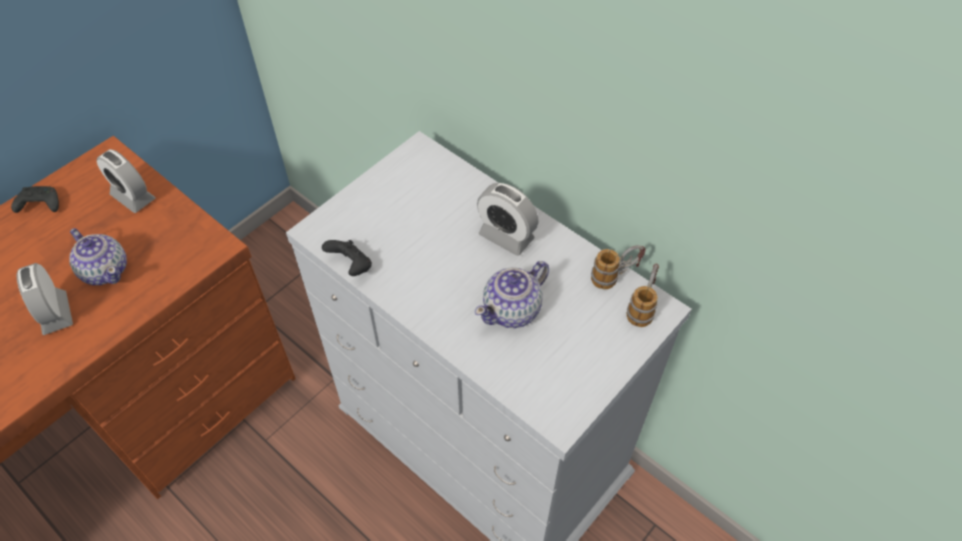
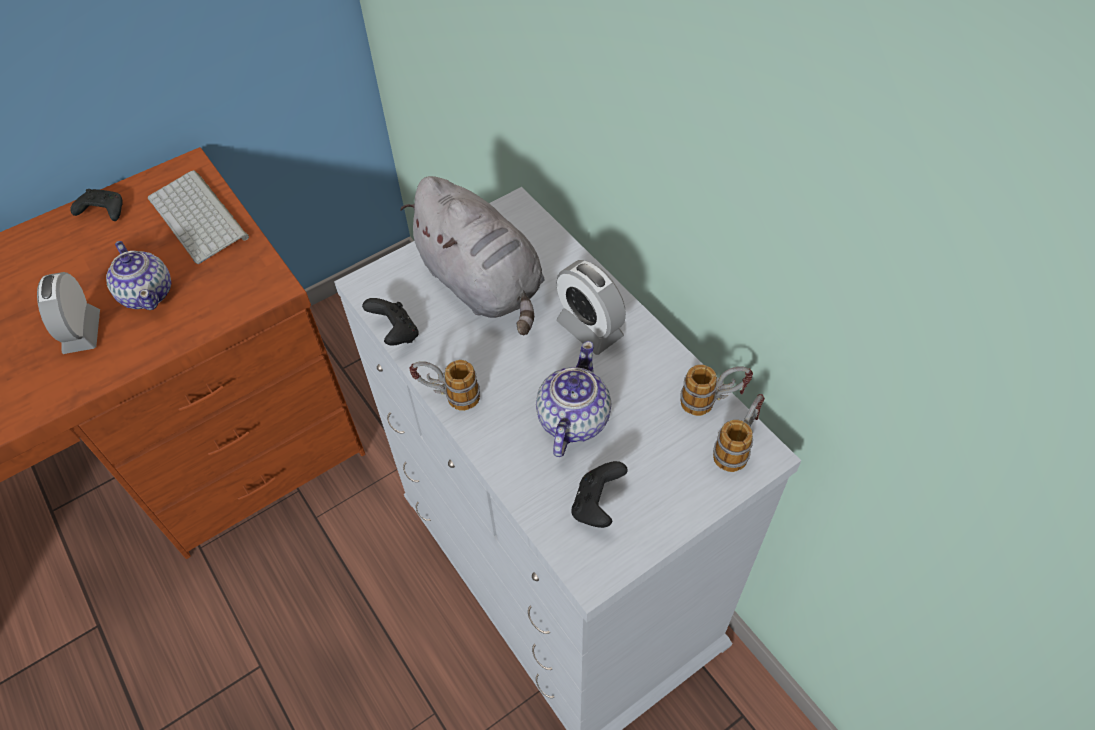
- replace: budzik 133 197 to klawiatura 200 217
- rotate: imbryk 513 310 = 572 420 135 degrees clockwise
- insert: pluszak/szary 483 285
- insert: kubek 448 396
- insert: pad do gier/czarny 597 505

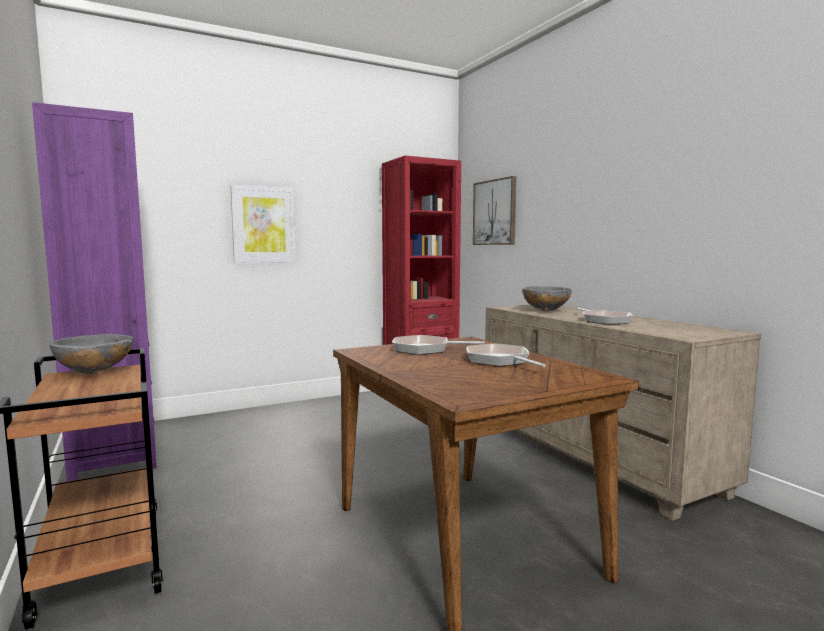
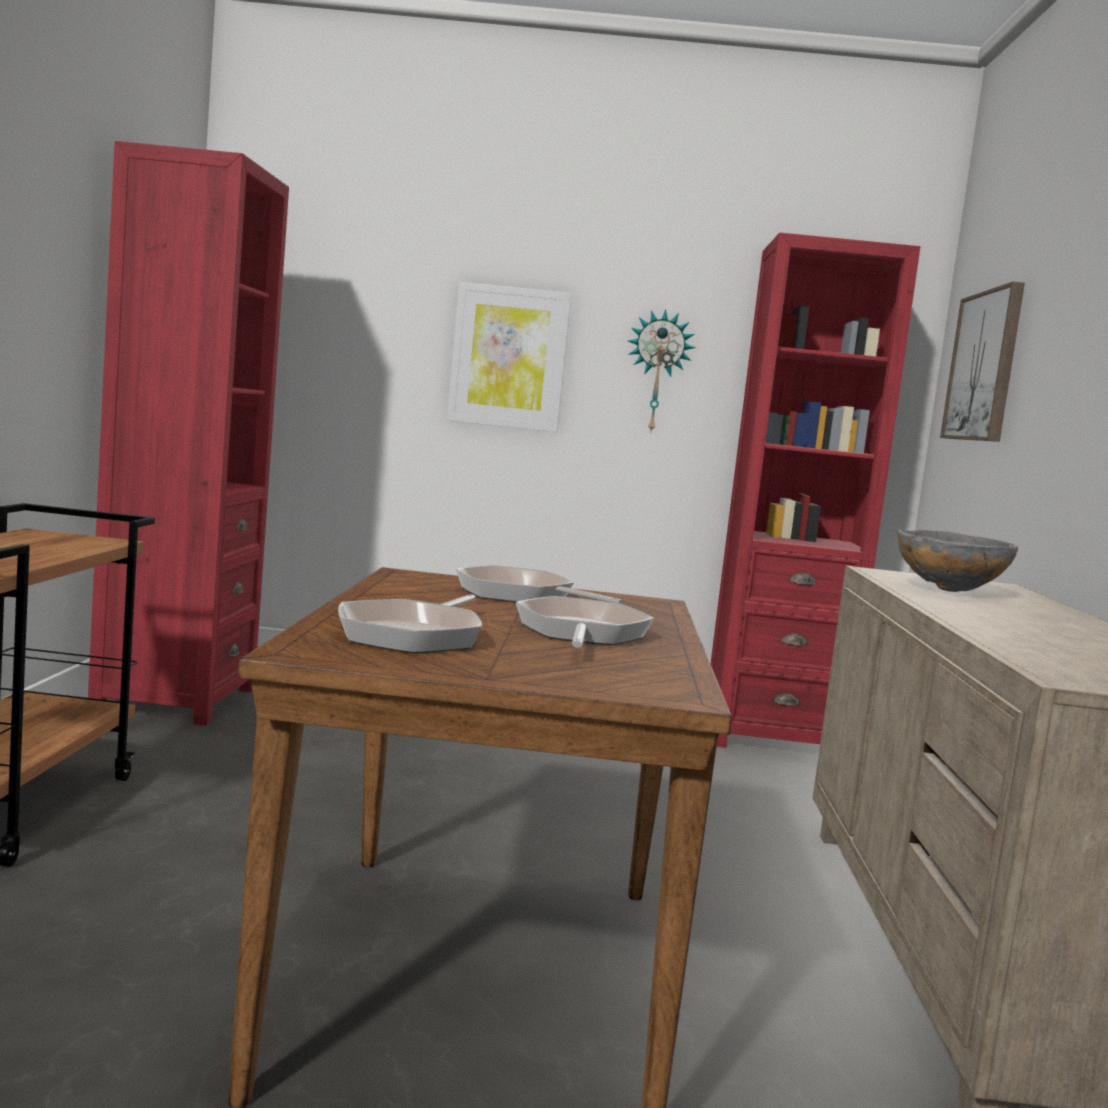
- recolor: regał/fioletowy 114 459 to regał/czerwony 175 699
- delete: miska/szary 95 373
- move: patelnia 604 320 to 414 635
- insert: zegar ścienny 657 372

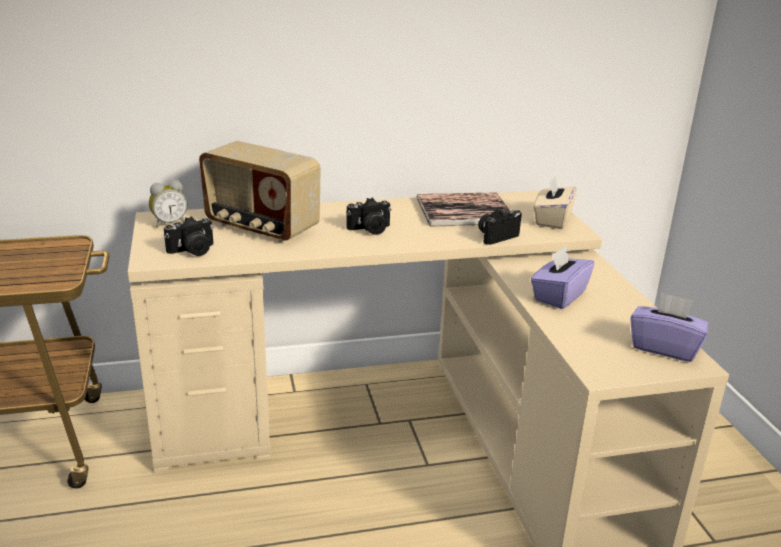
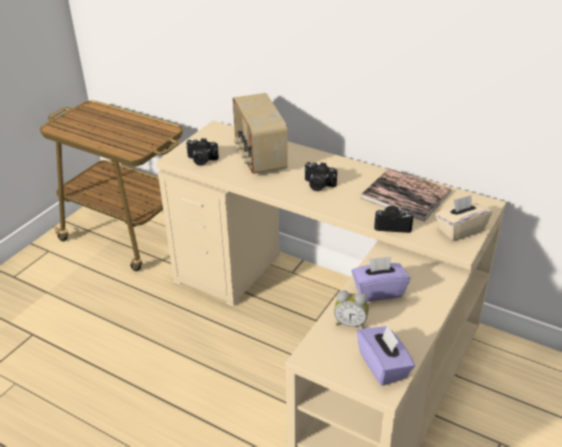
- move: budzik 169 223 to 350 323

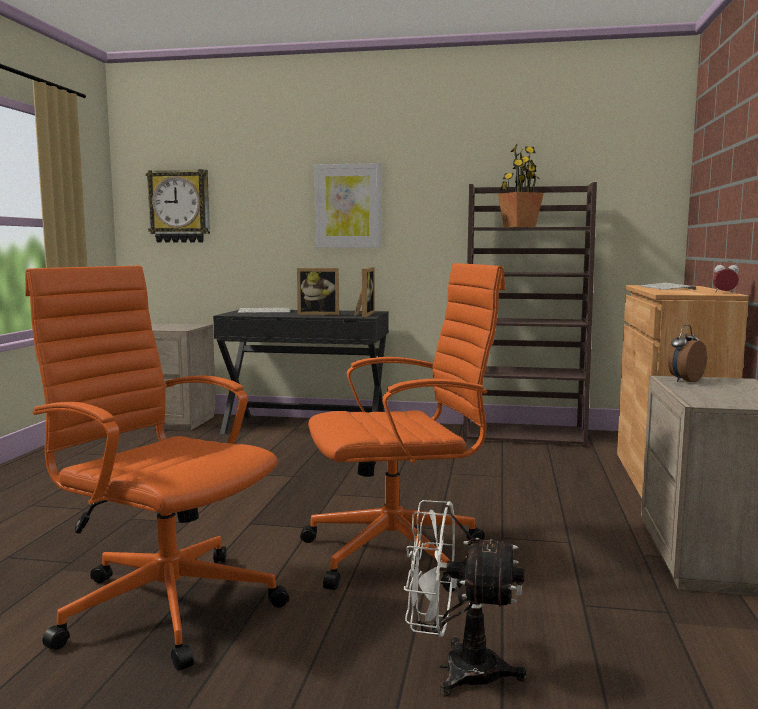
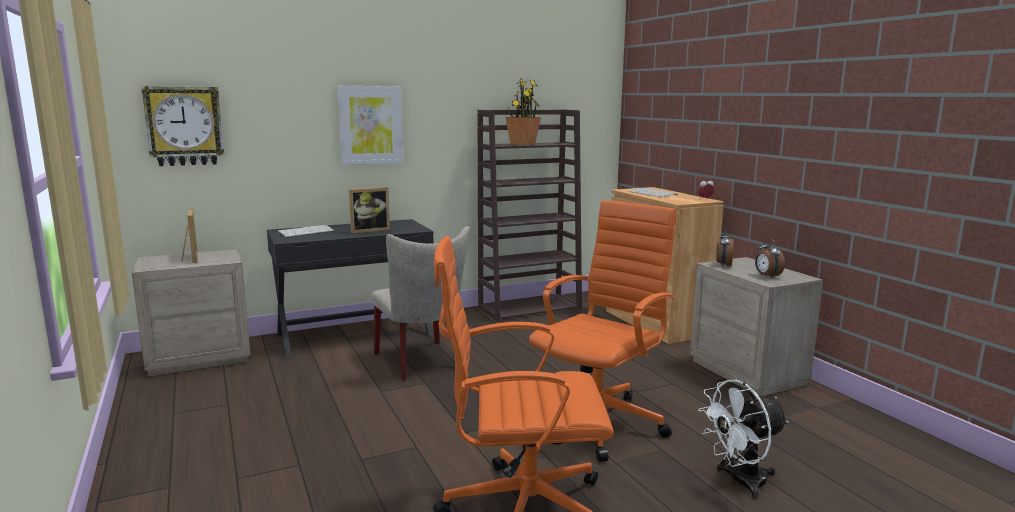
- move: ramka na zdjęcie 363 314 to 189 258
- insert: krzesło/beżowy 422 362
- insert: budzik 766 276

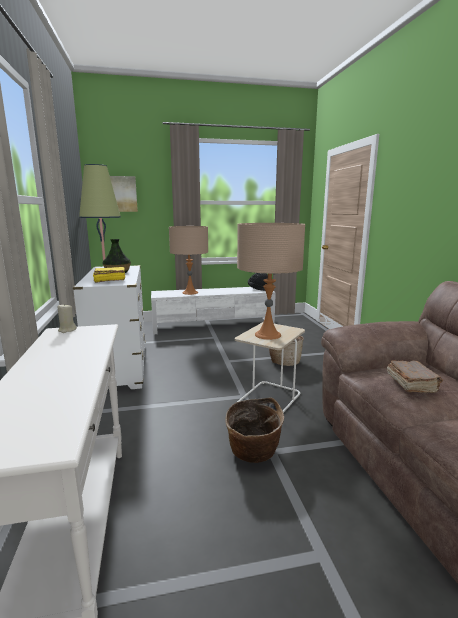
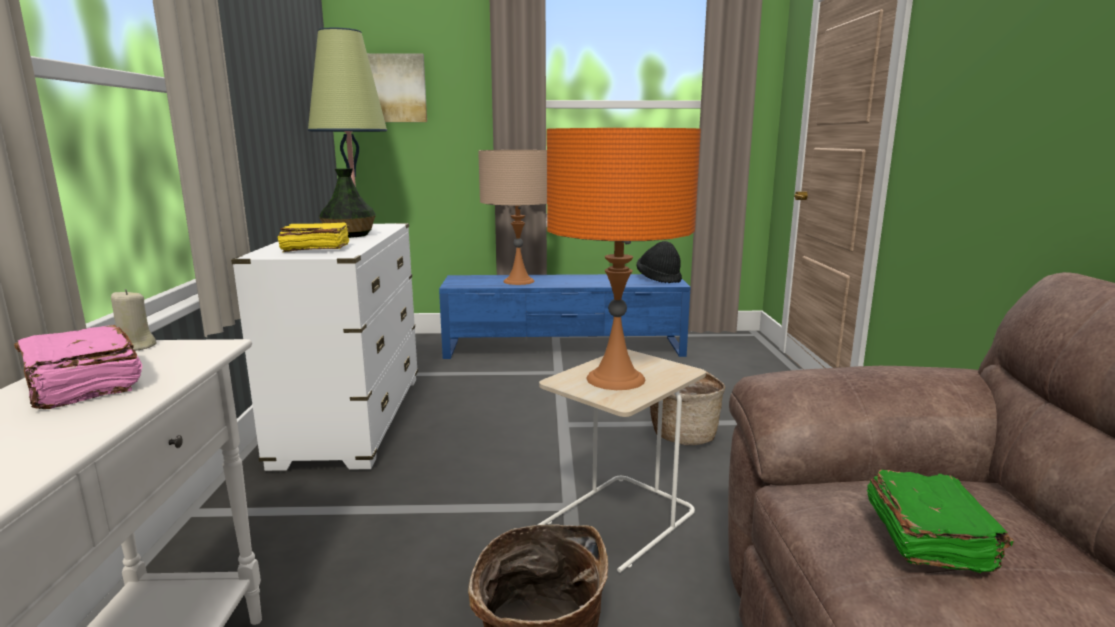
- recolor: szafka pod telewizor/biały 214 325 to szafka pod telewizor/niebieski 565 348
- recolor: lampa stołowa/beżowy 268 335 to lampa stołowa/pomarańczowy 615 379
- recolor: książka/brązowy 411 384 to książka/zielony 928 538
- insert: książka/różowy 82 385

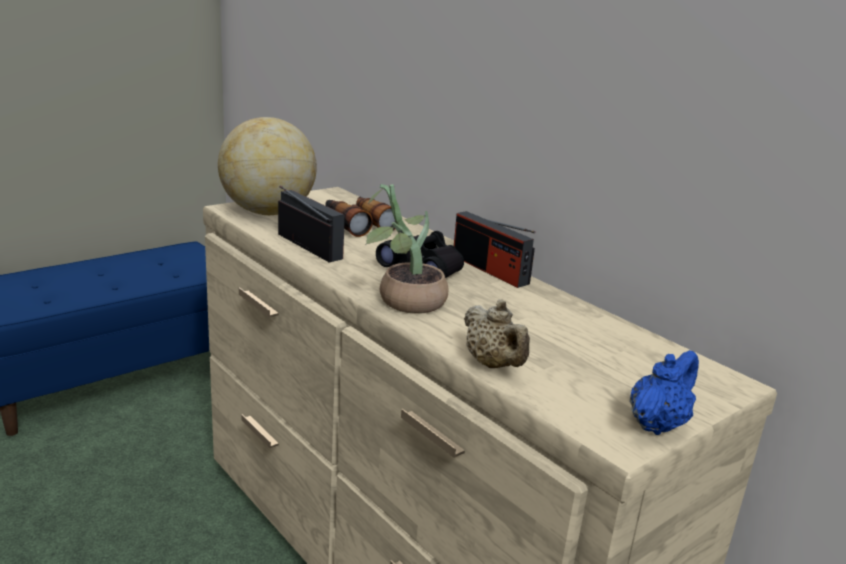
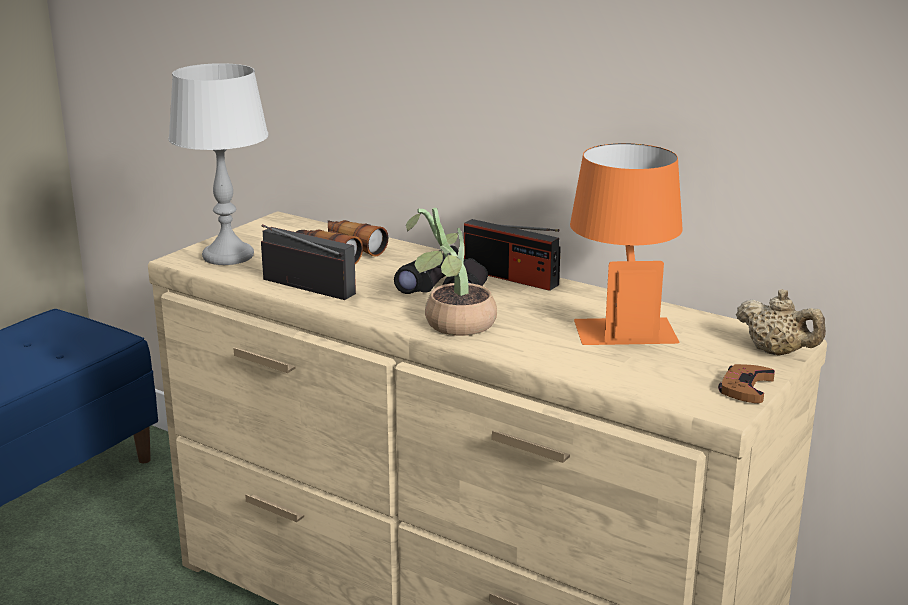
- replace: globus 267 212 to lampa stołowa/szary 228 256
- move: imbryk/beżowy 493 365 to 777 352
- replace: imbryk/niebieski 657 424 to pad do gier/brązowy 745 388
- insert: lampa stołowa/pomarańczowy 621 322

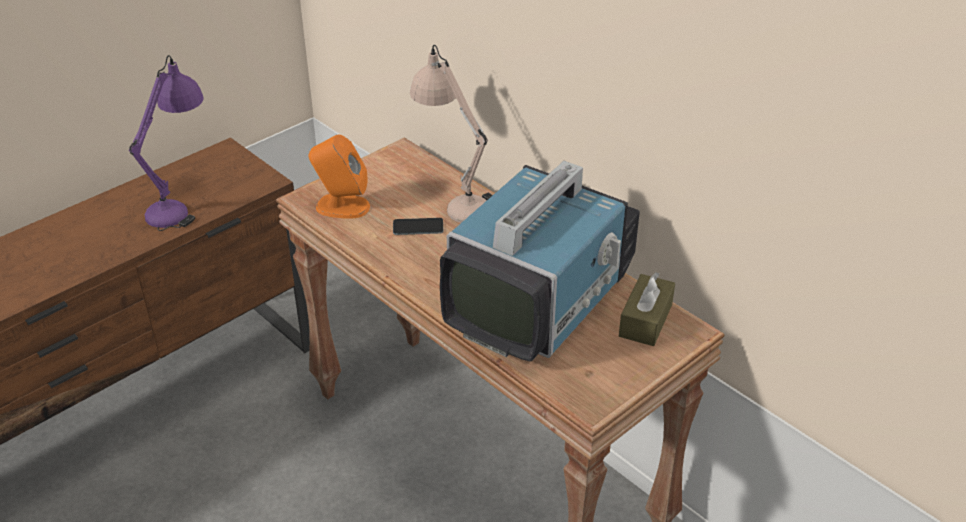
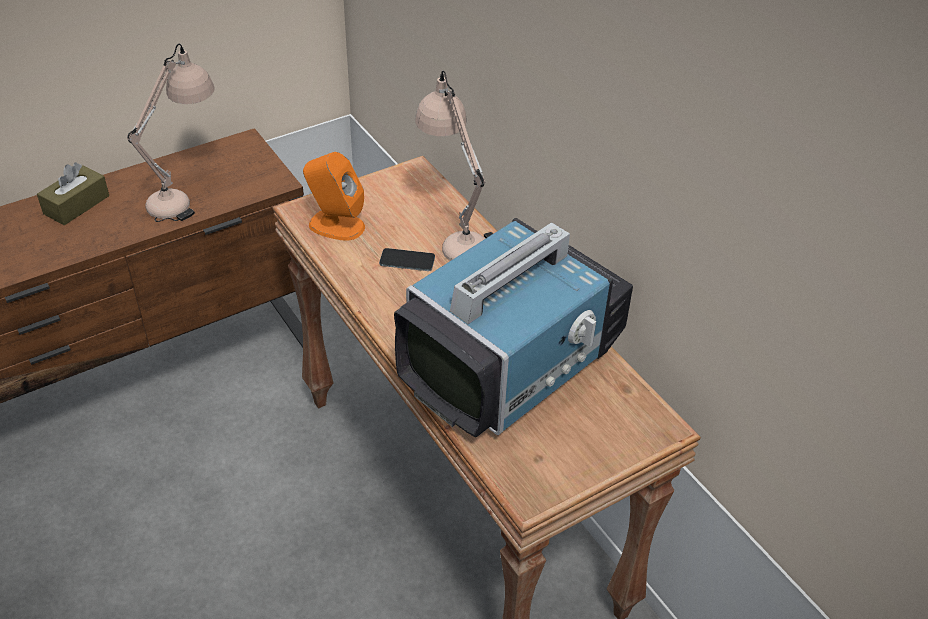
- recolor: lampa stołowa/fioletowy 182 203 to lampa stołowa/beżowy 187 194
- move: pudełko chusteczek/brązowy 645 320 to 76 205

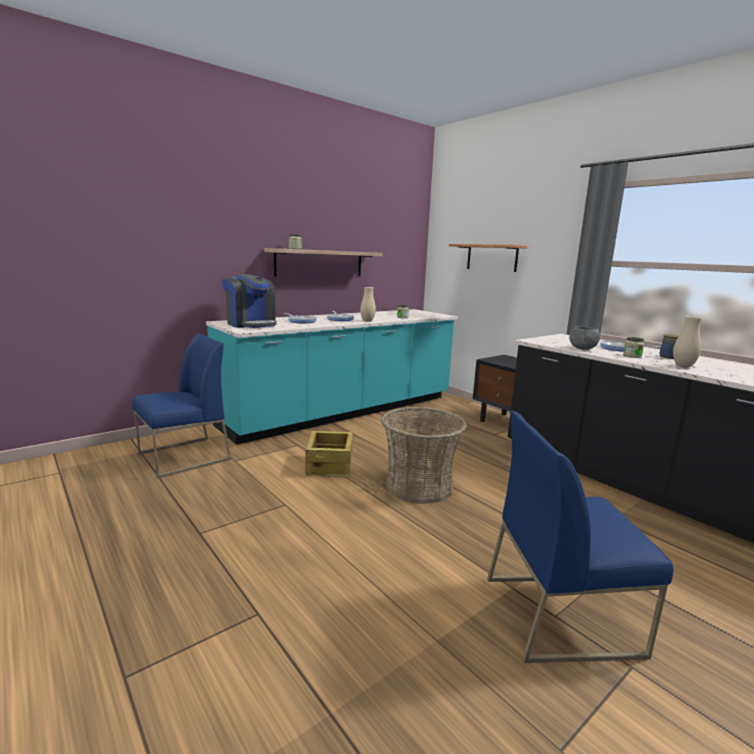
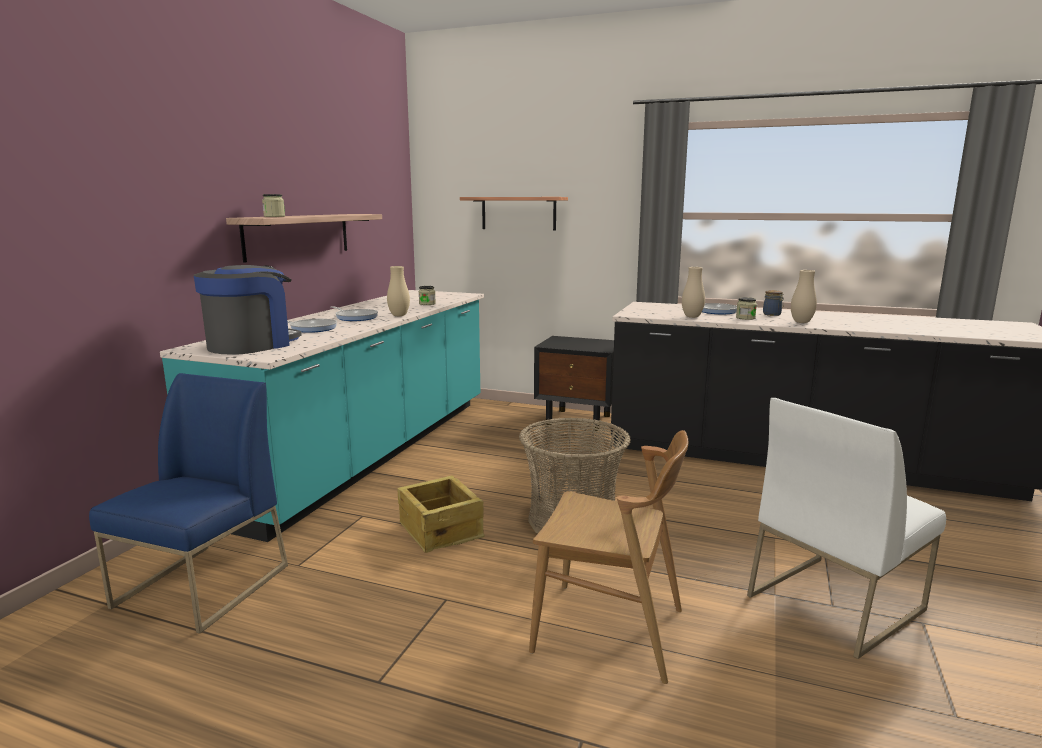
- rotate: ekspres do kawy 251 324 = 251 345 75 degrees counterclockwise
- recolor: krzesło/niebieski 561 614 to krzesło/biały 834 601
- replace: miska/szary 582 348 to wazon/beżowy 692 317
- insert: krzesło/brązowy 609 630

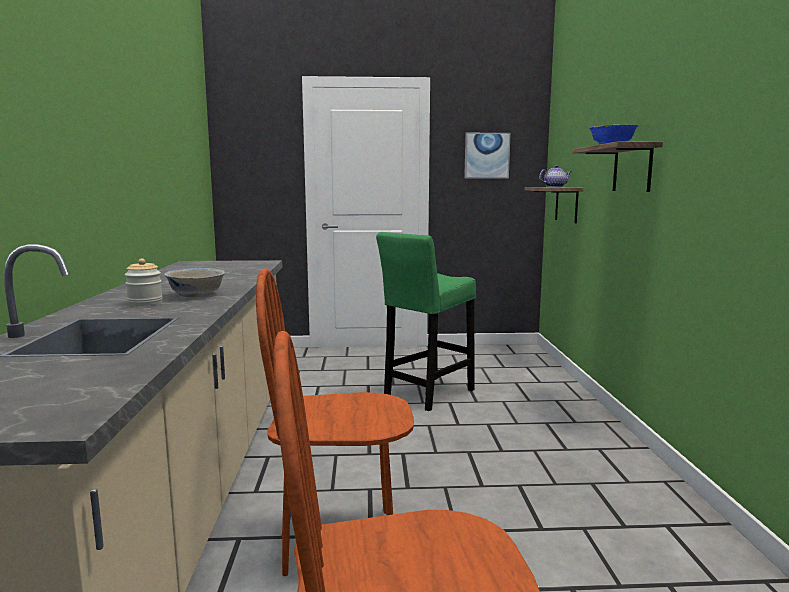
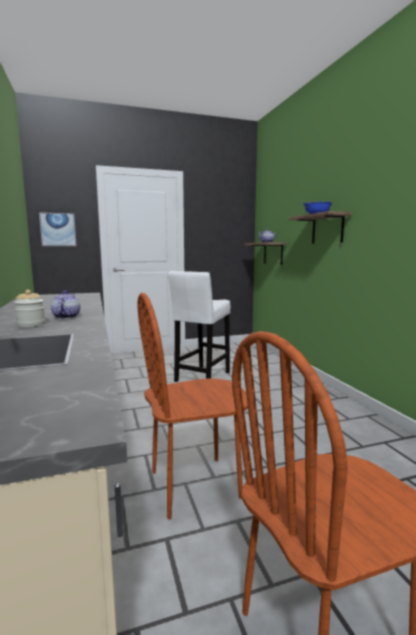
- replace: miska/biały 196 294 to imbryk 66 317
- recolor: stołek/zielony 426 394 to stołek/biały 201 378
- move: obraz 486 155 to 58 229

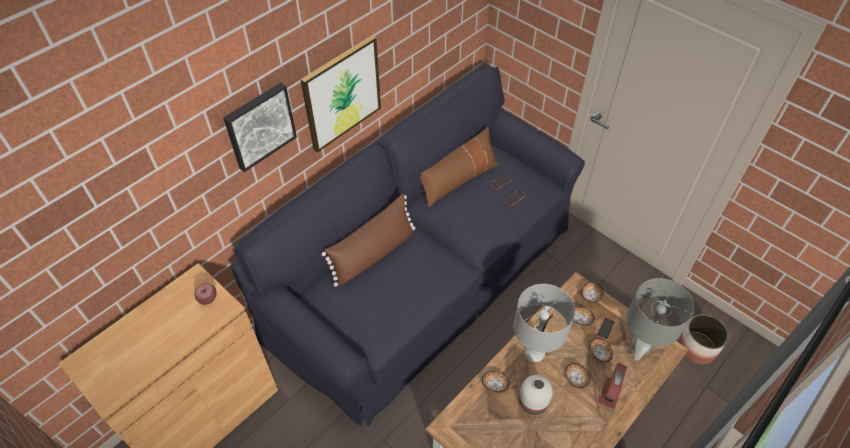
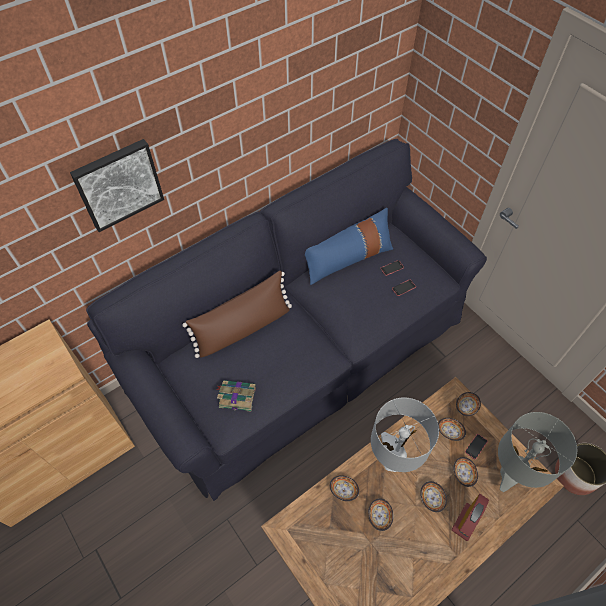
- delete: jabłko 208 299
- delete: obraz 342 93
- recolor: poduszka/brązowy 457 179 to poduszka/niebieski 347 258
- replace: wazon/biały 532 401 to miska 379 516
- insert: książka 236 396

